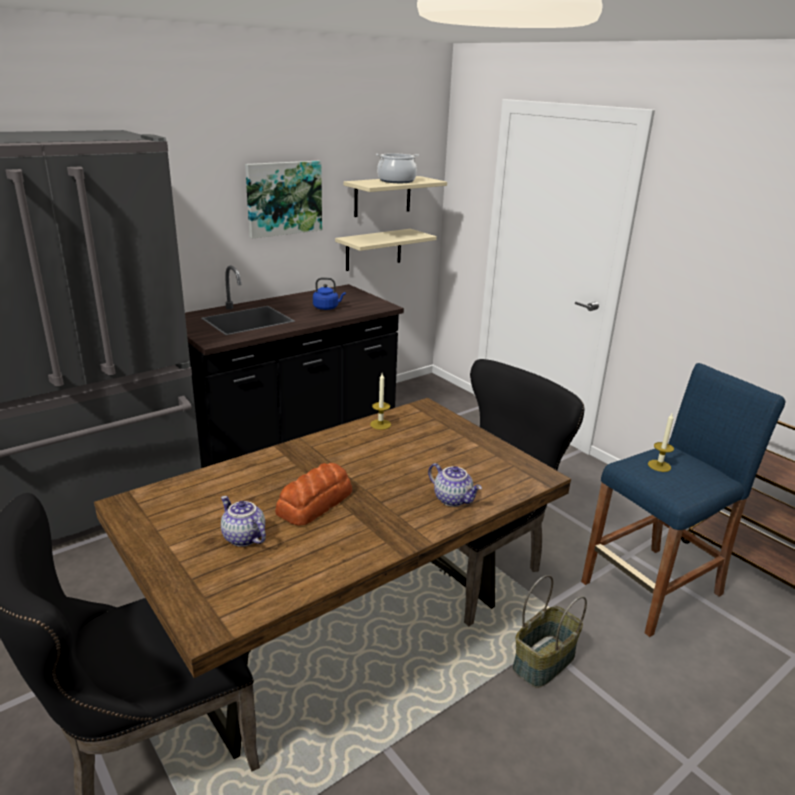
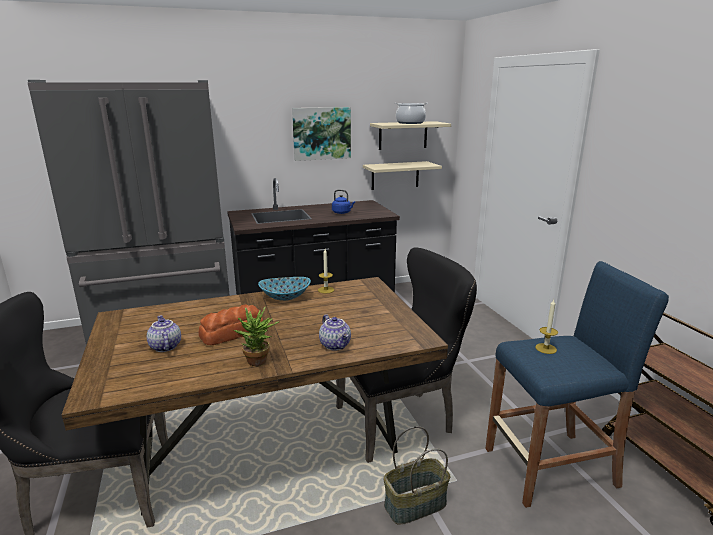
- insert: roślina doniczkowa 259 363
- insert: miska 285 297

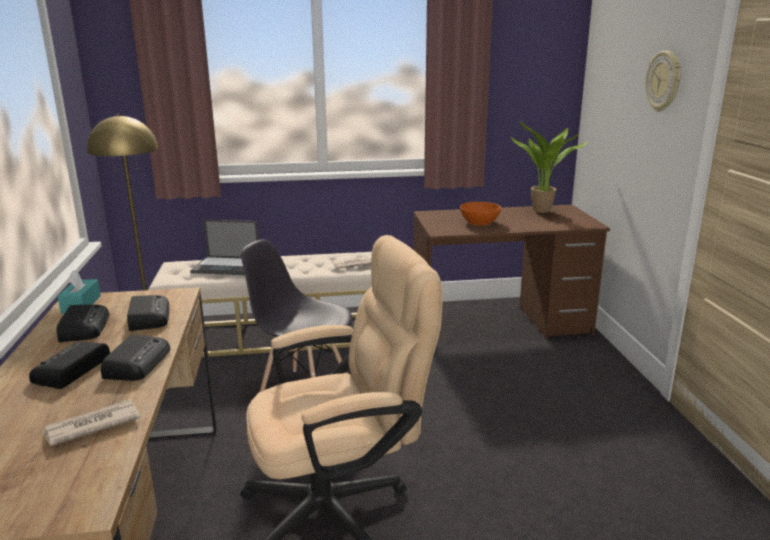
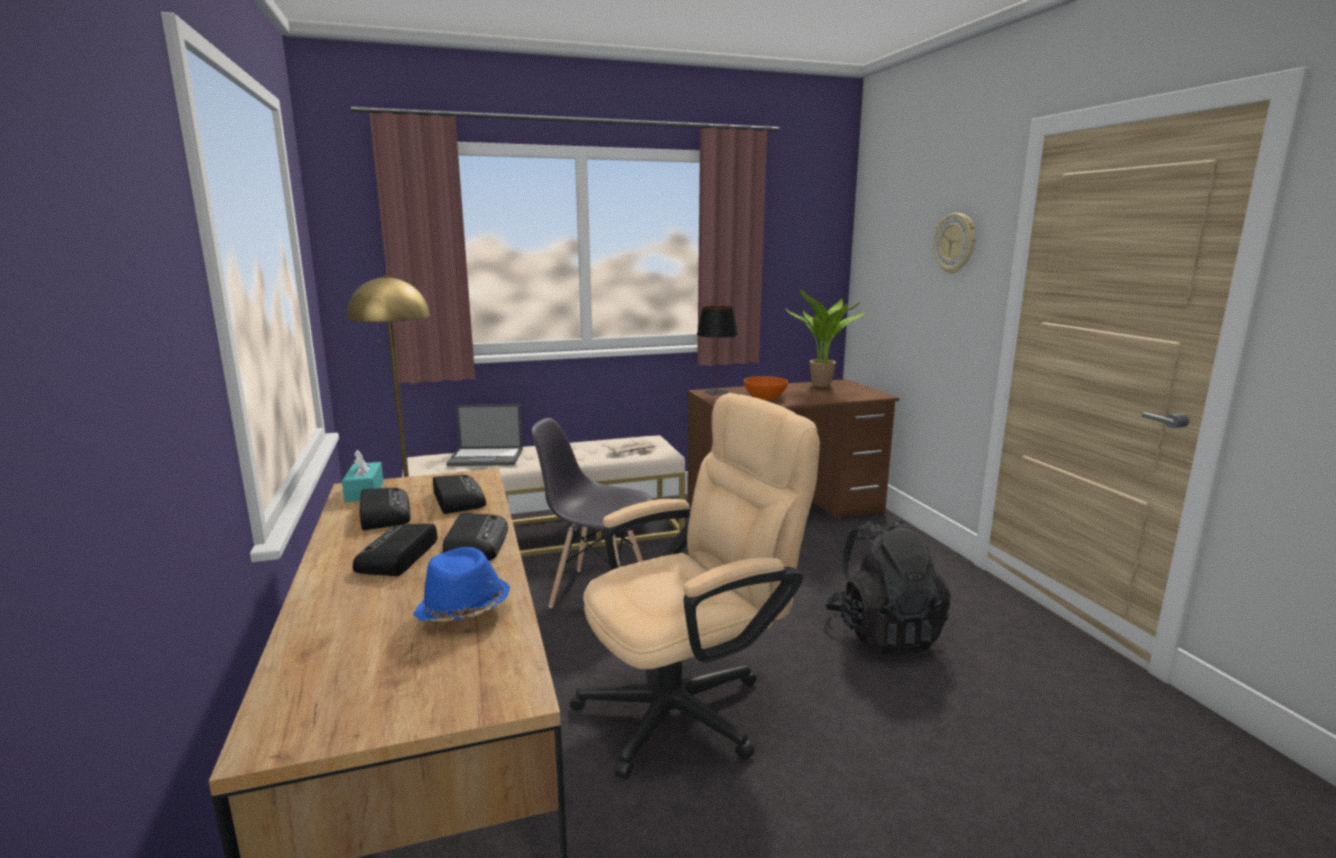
- replace: gazeta 91 425 to kapelusz/niebieski 463 610
- insert: lampa stołowa/czarny 715 392
- insert: plecak/czarny 883 633

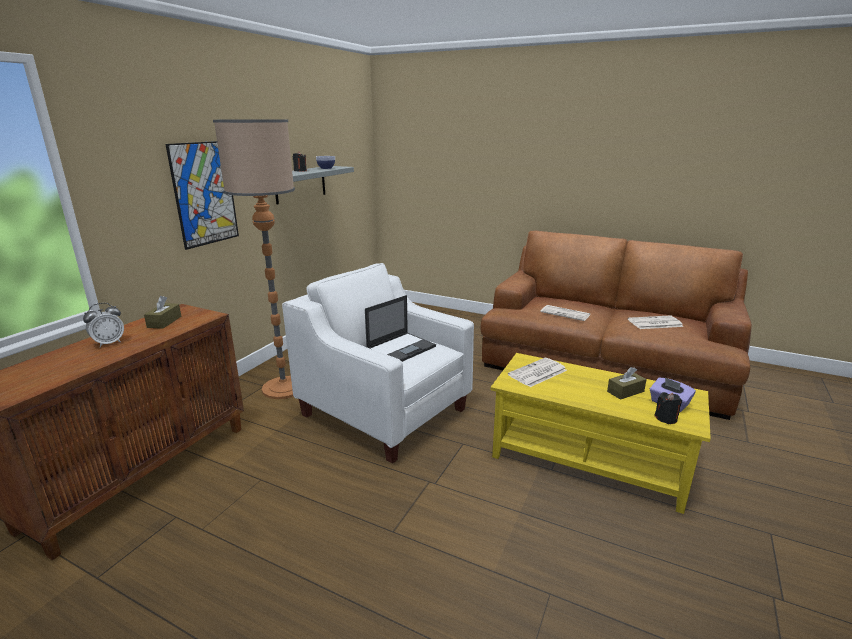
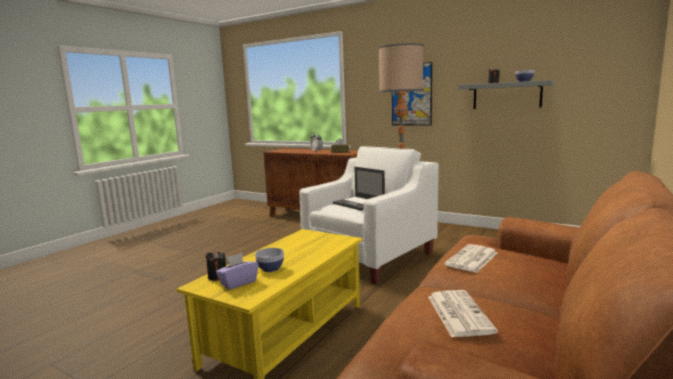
- delete: gazeta 537 373
- replace: pudełko chusteczek/brązowy 625 391 to miska 270 268

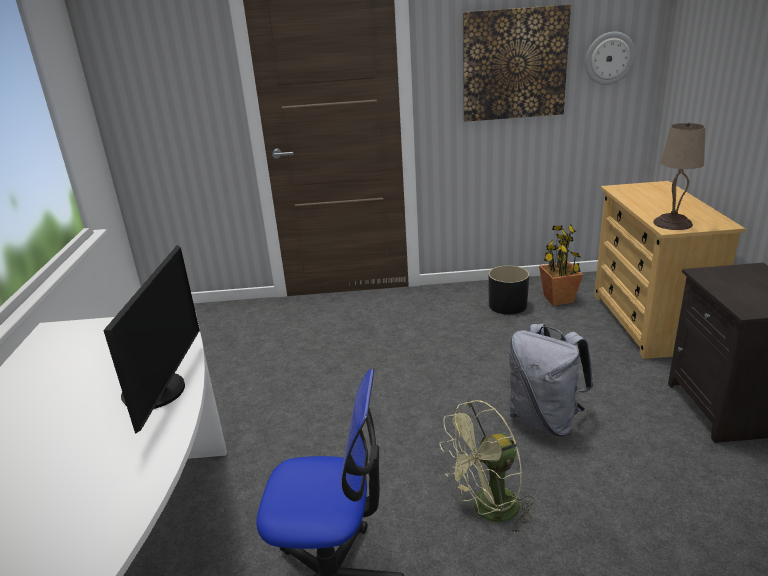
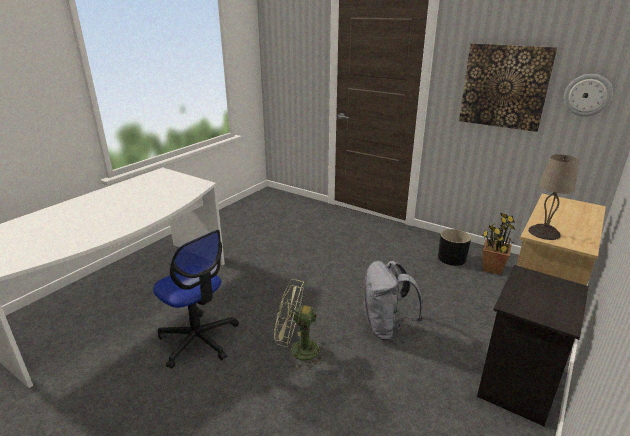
- delete: monitor 161 391

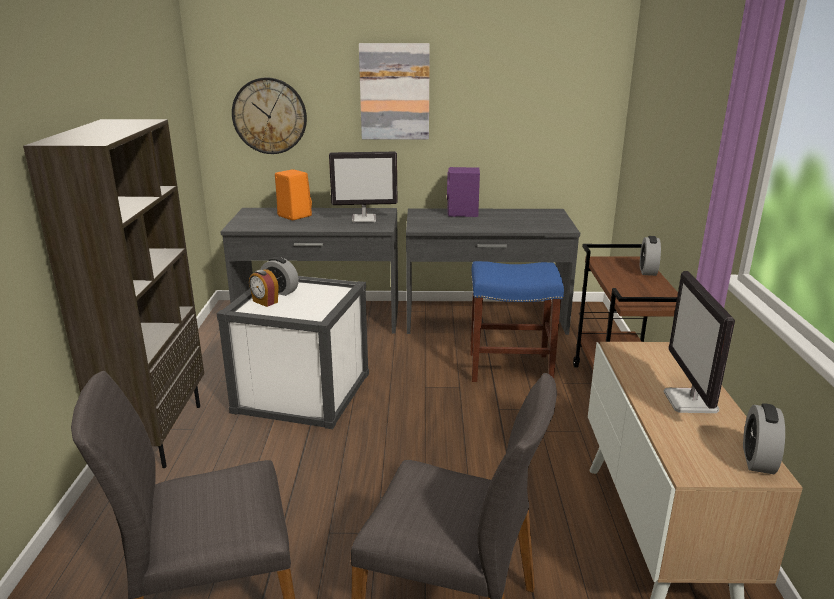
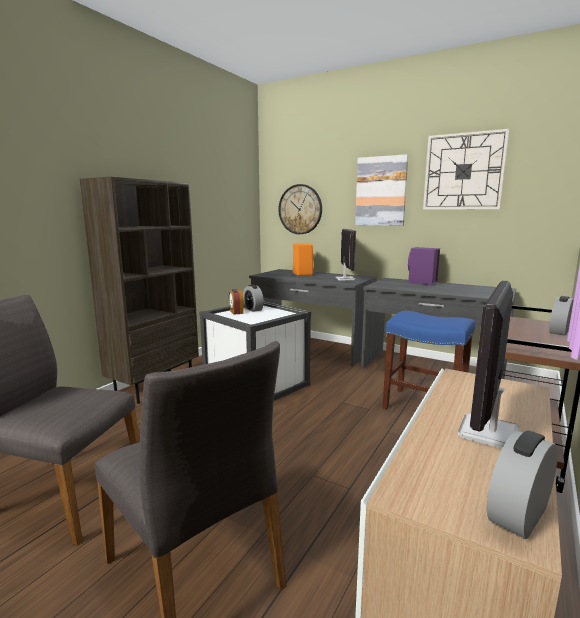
- rotate: monitor 364 219 = 345 279 120 degrees counterclockwise
- insert: zegar ścienny 463 171

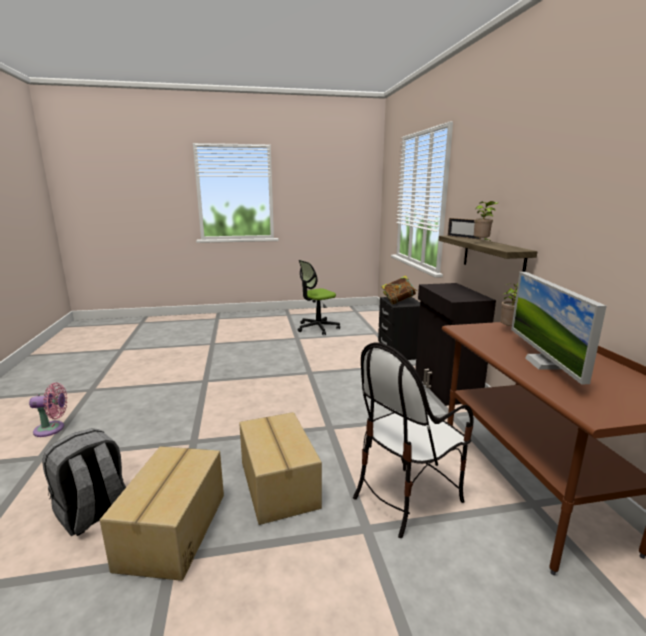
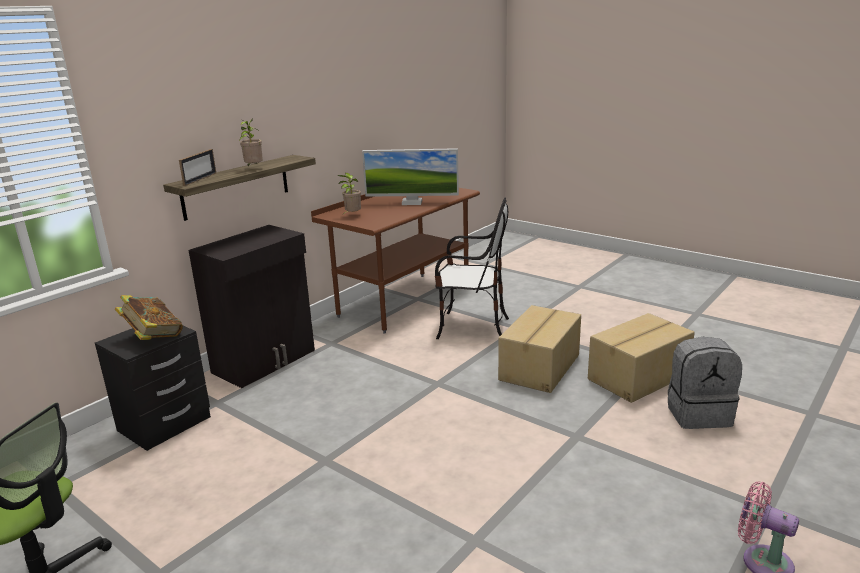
- rotate: monitor 544 363 = 412 202 45 degrees clockwise

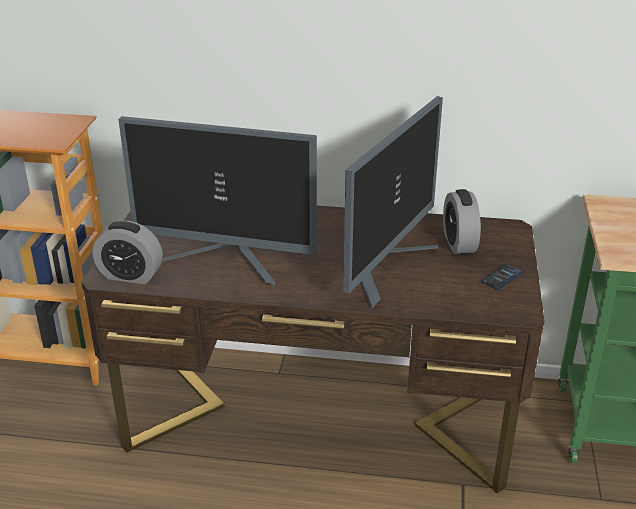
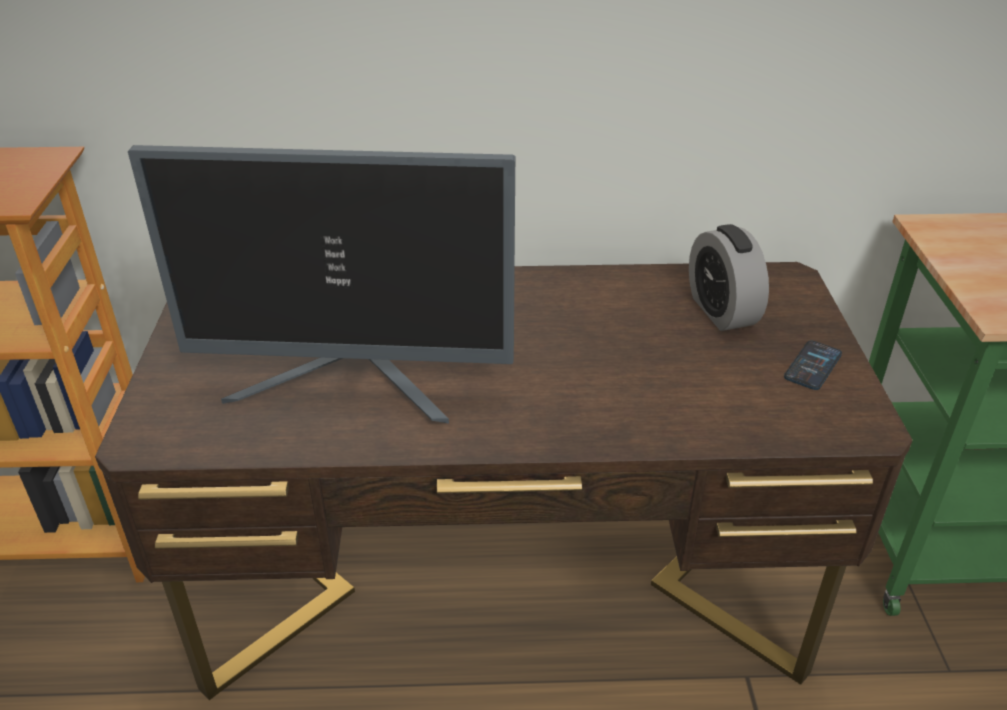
- delete: budzik 130 275
- delete: monitor 384 266

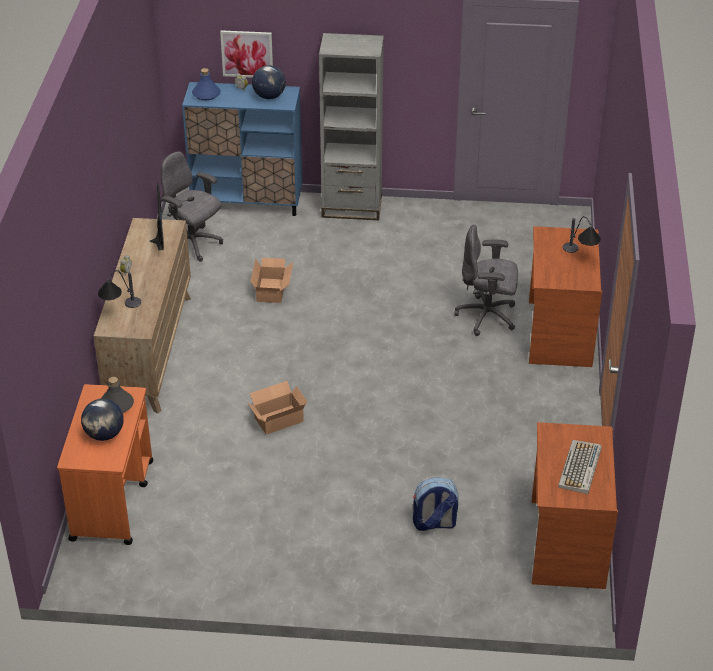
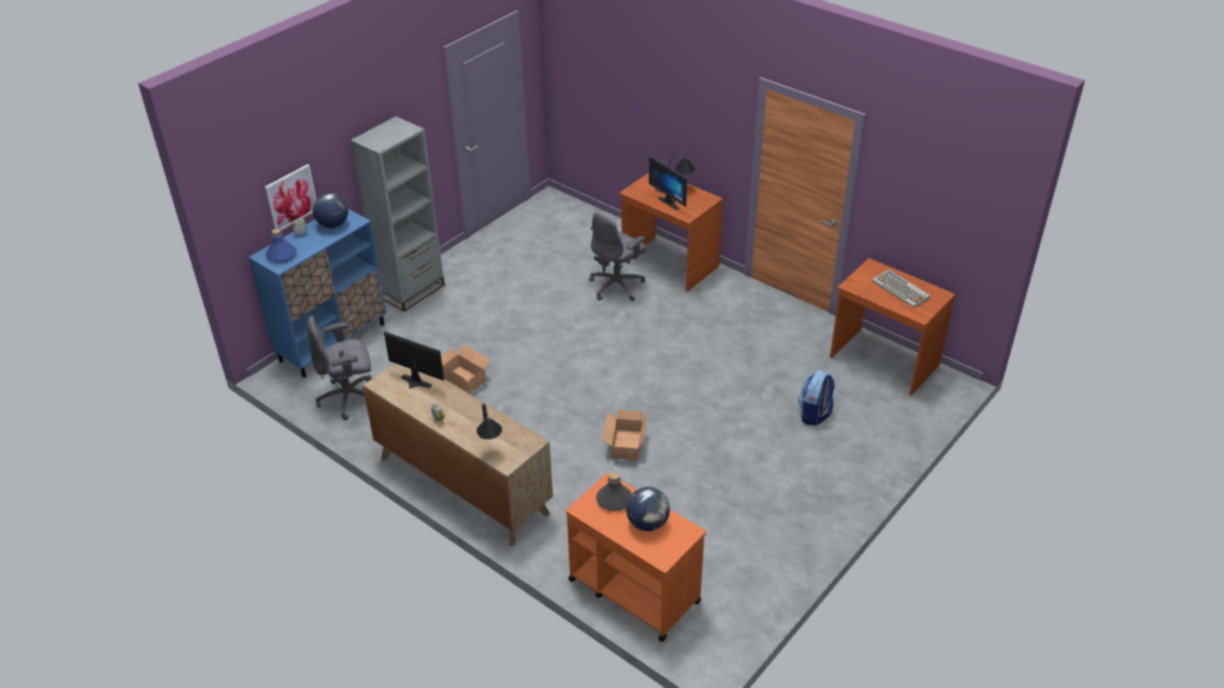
- insert: monitor 671 202

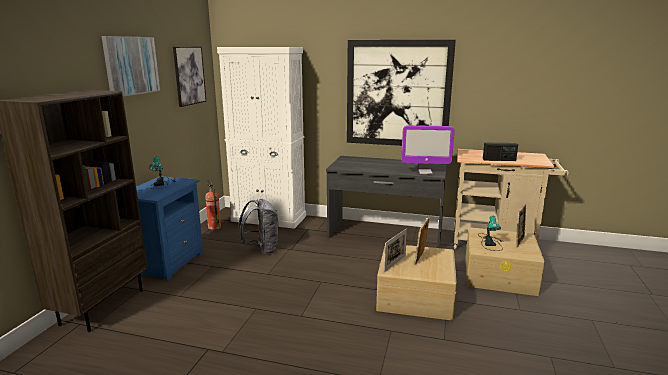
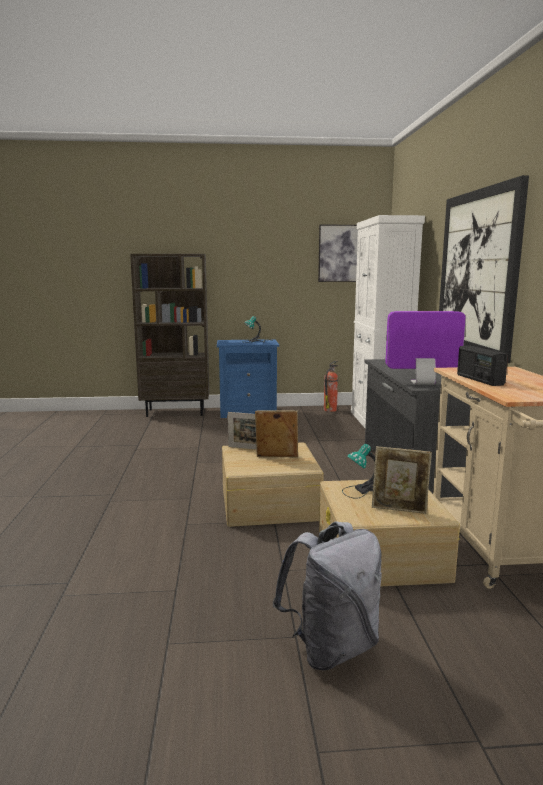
- delete: obraz 131 65
- move: plecak/szary 261 249 to 331 648
- rotate: monitor 425 172 = 422 383 105 degrees clockwise

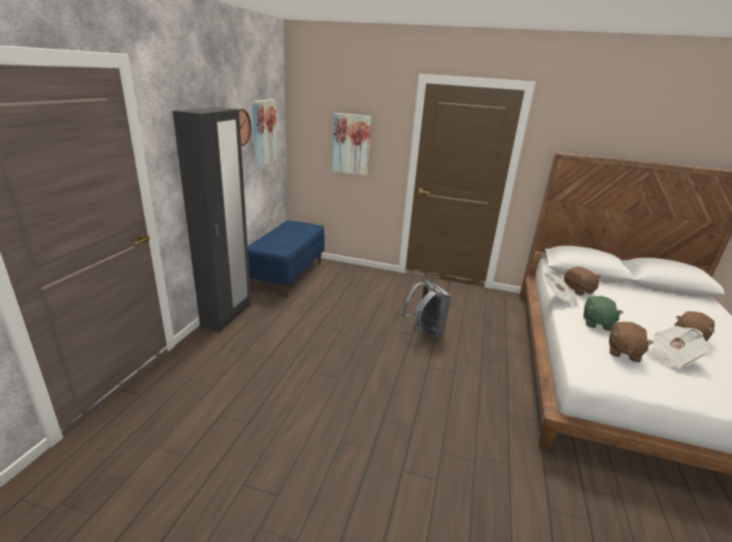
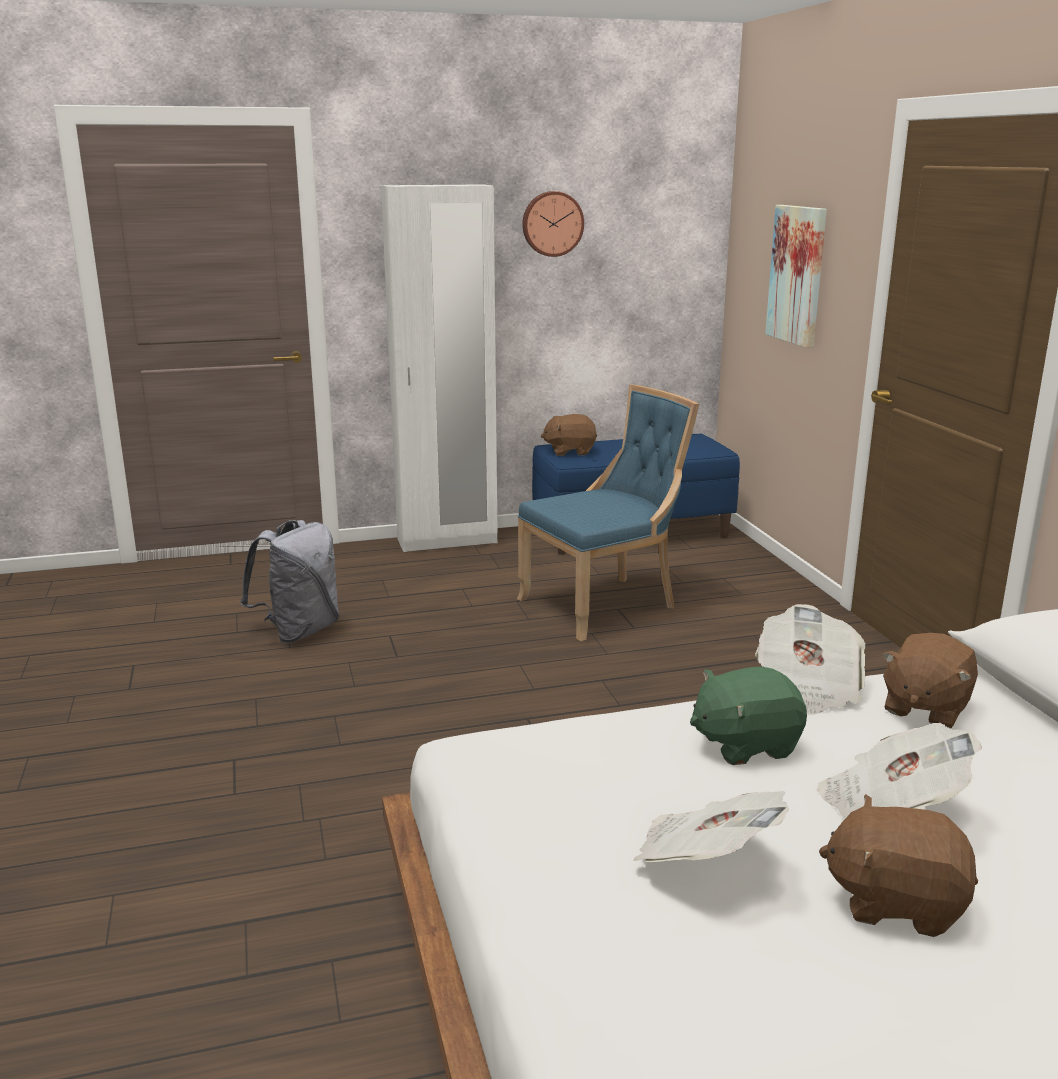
- recolor: szafa/czarny 227 315 to szafa/biały 447 541
- delete: obraz 263 132
- move: plecak/szary 425 332 to 299 631
- move: pluszak/brązowy 623 352 to 570 451
- insert: krzesło/niebieski 604 605
- insert: gazeta 890 805

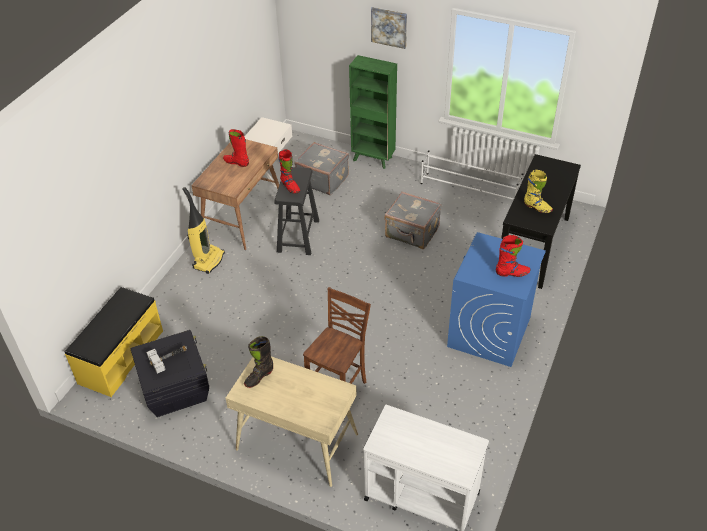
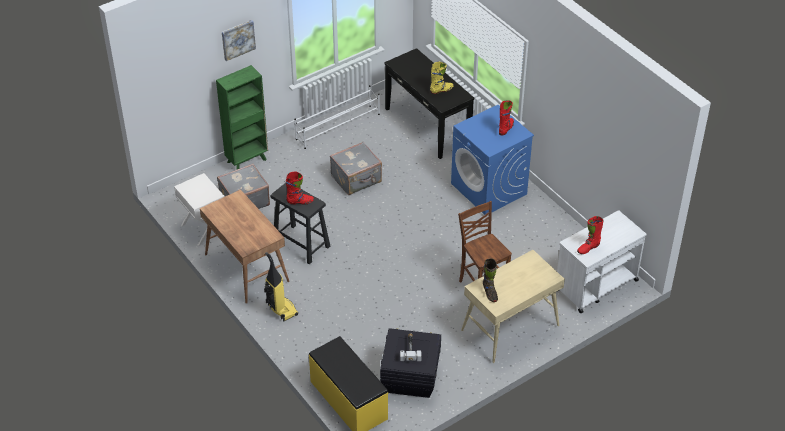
- move: but z cholewką/czerwony 236 162 to 588 248

